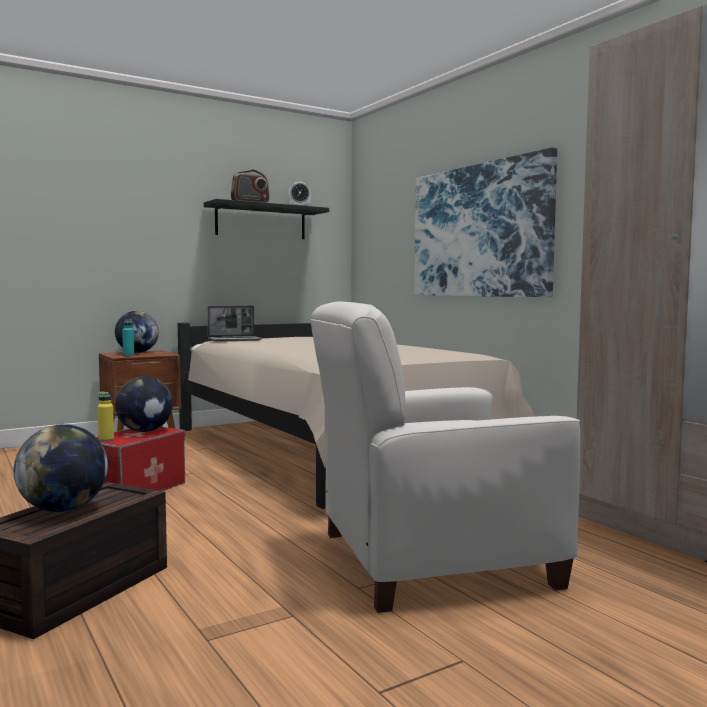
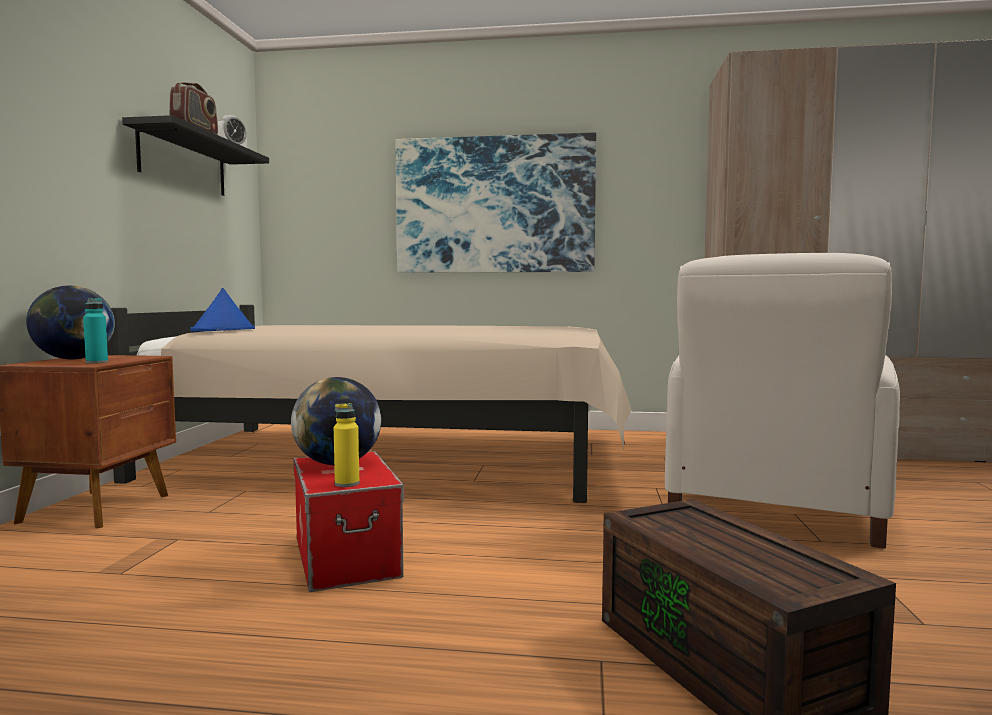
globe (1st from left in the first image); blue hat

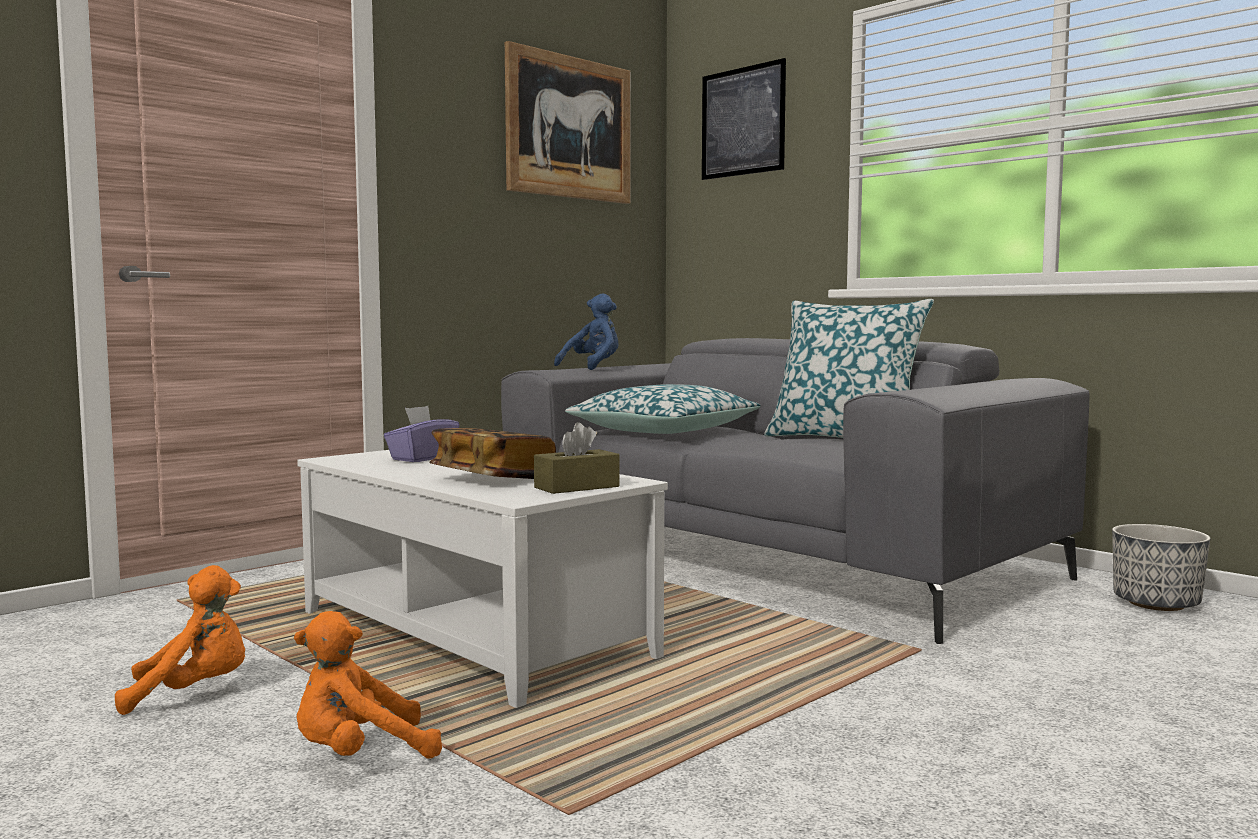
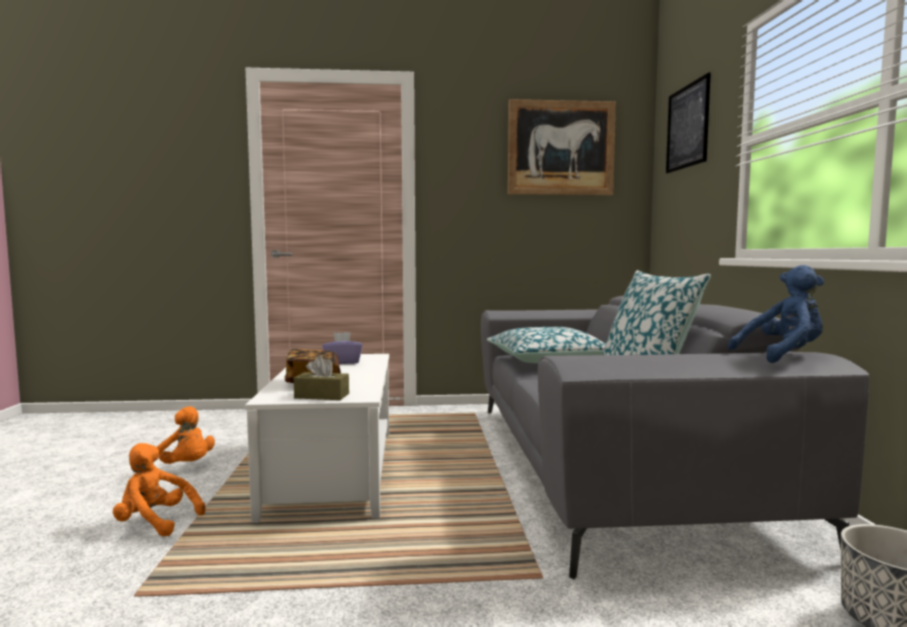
blue plush toy

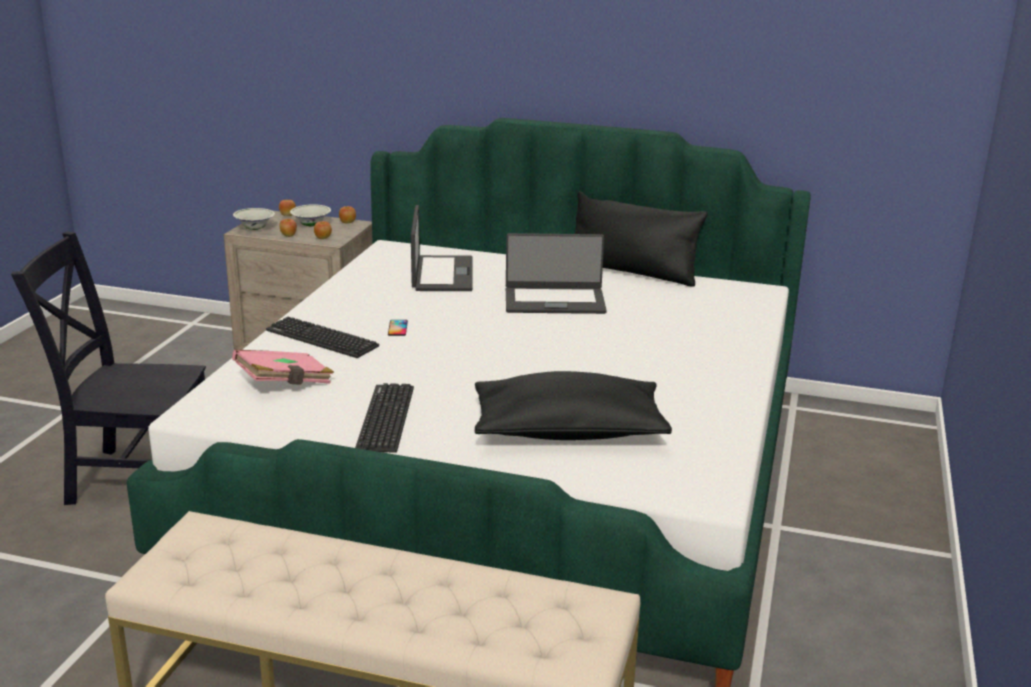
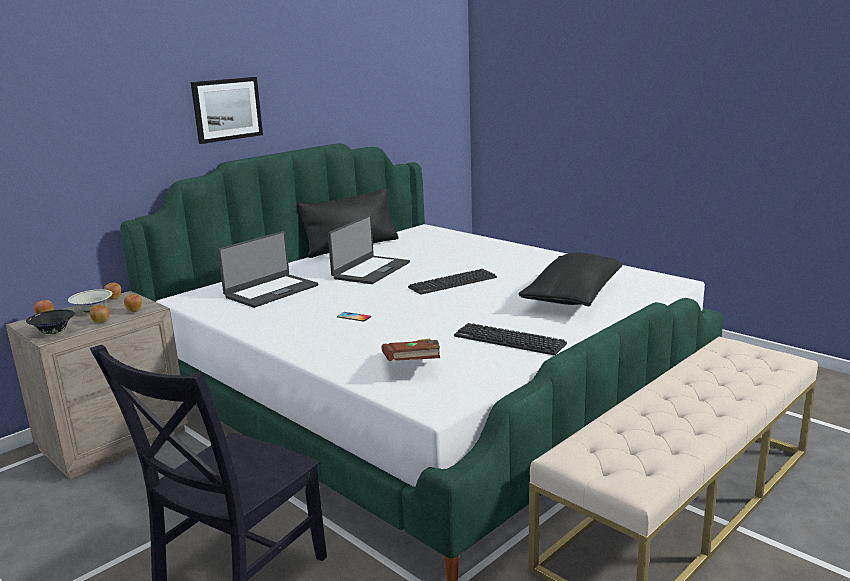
picture; keyboard (1st from left); brown book; black bowl; laptop (1st from left)

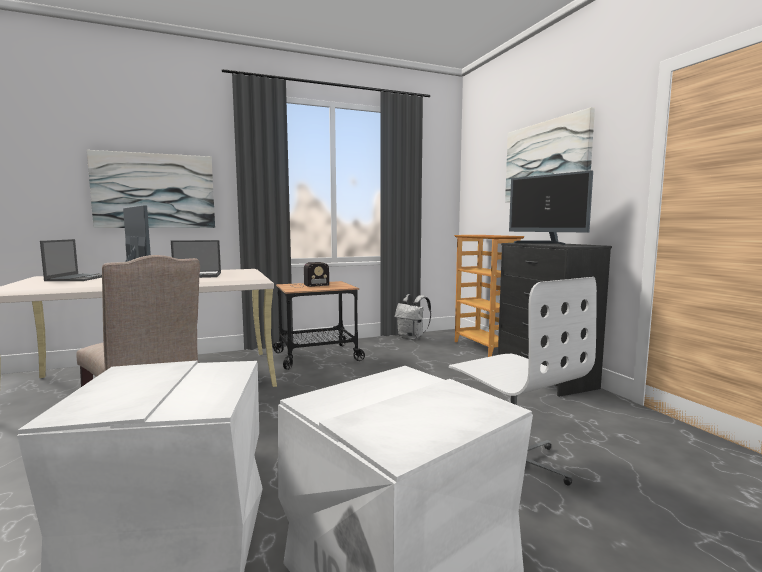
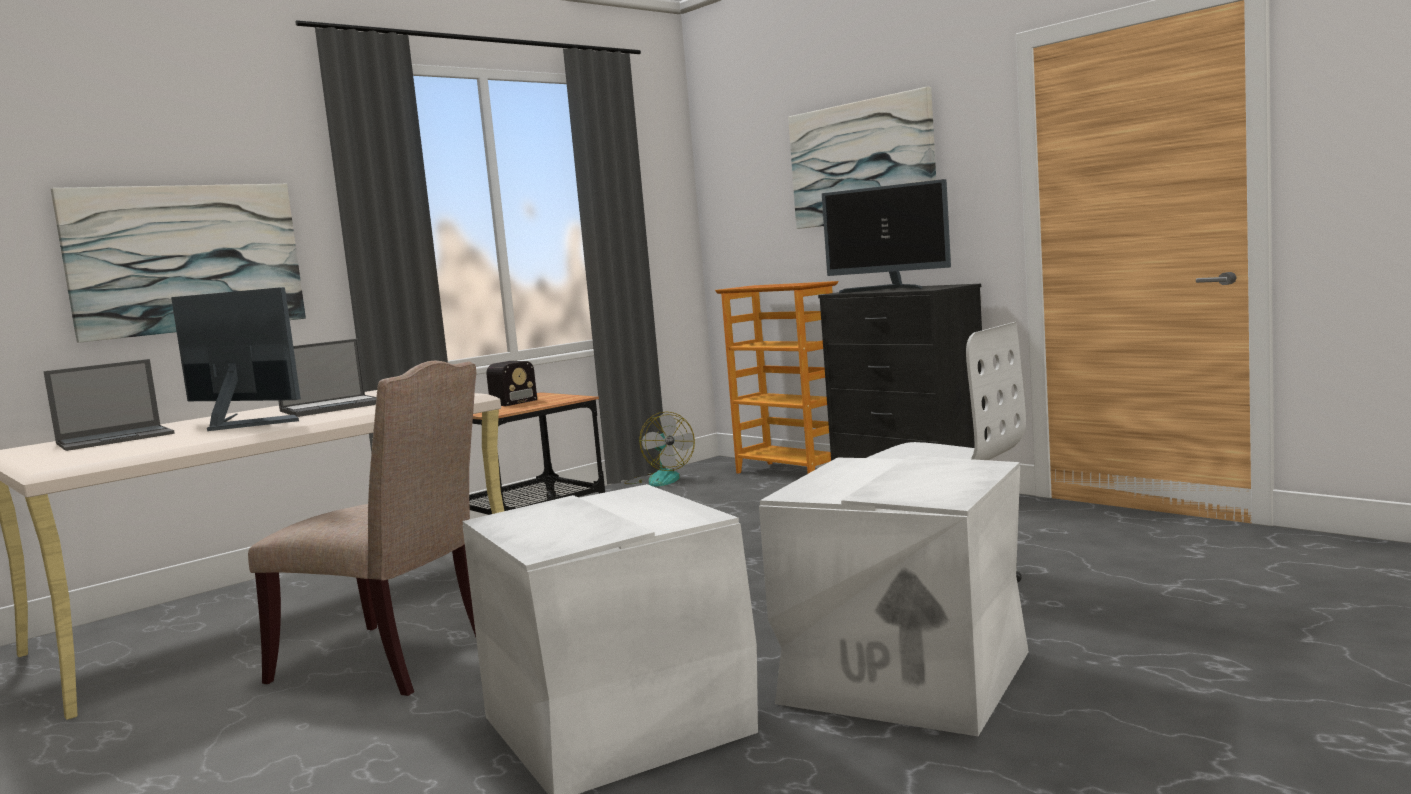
fan; laptop (1st from left)

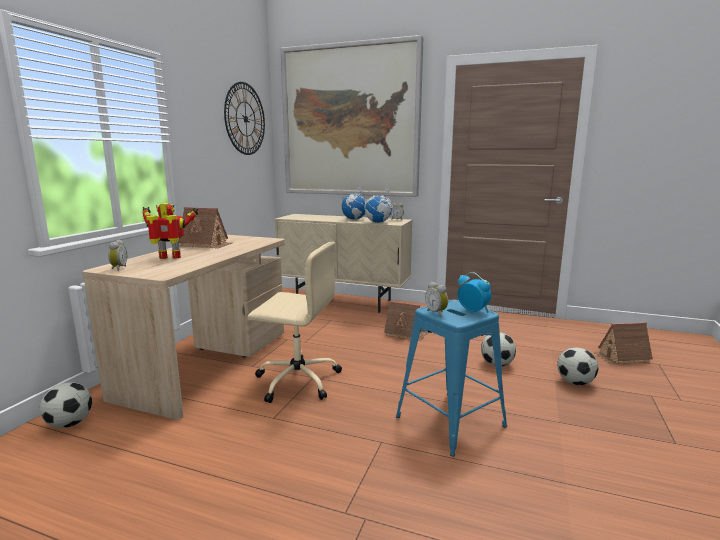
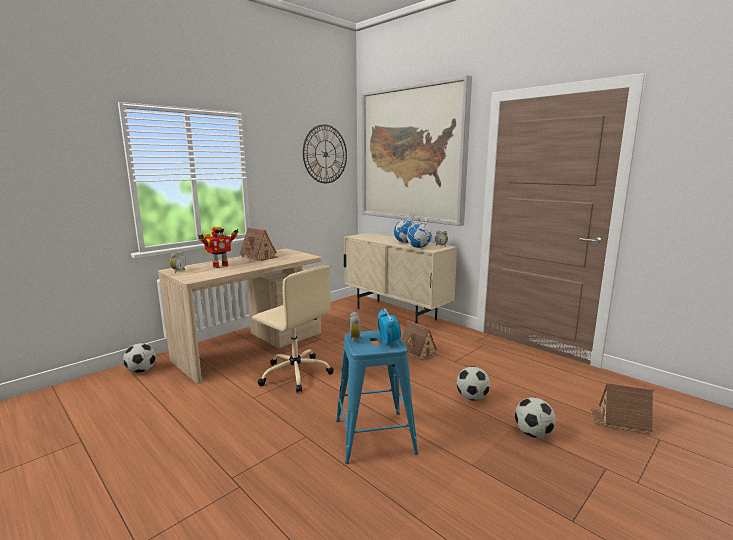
toy robot

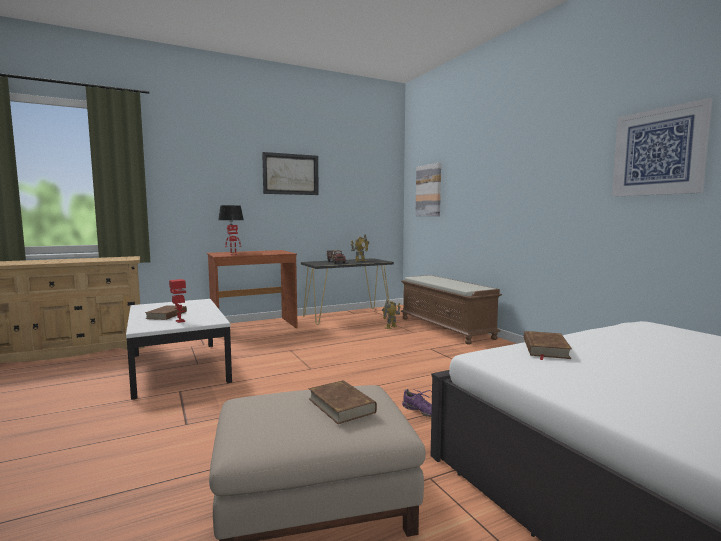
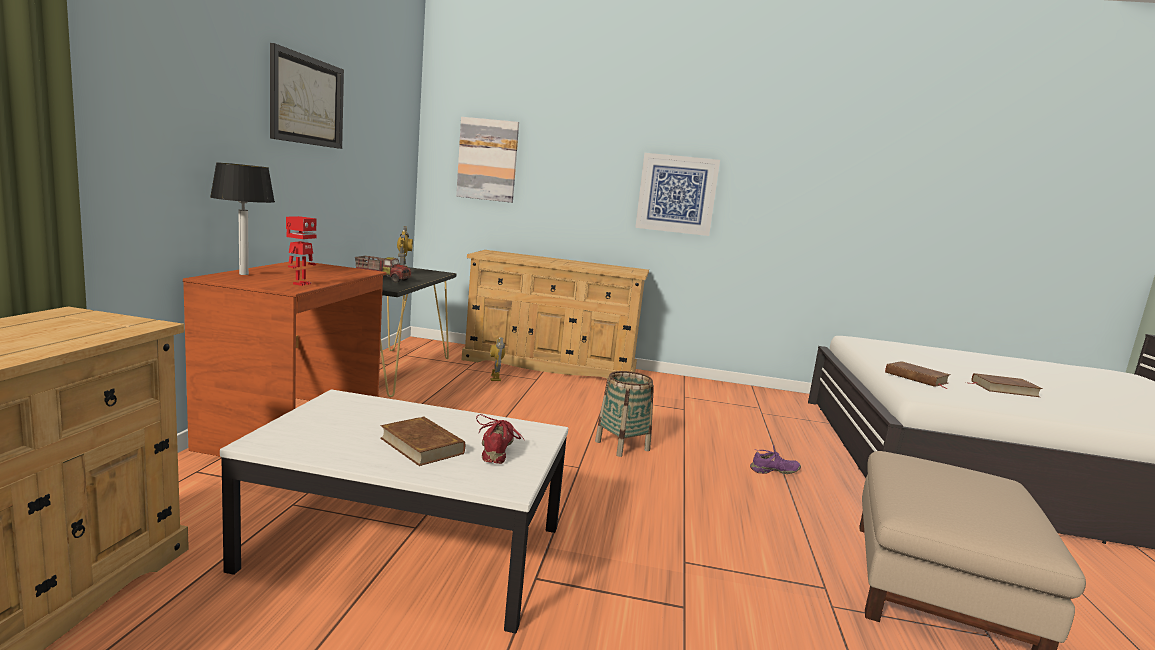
basket; brown book (3rd from left); picture (3rd from left); red shoe; beige dresser (2nd from left)

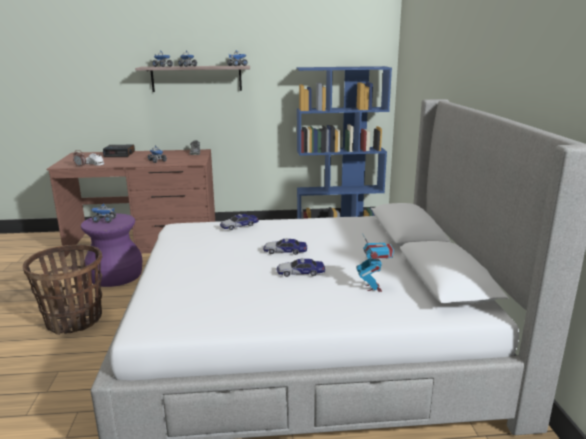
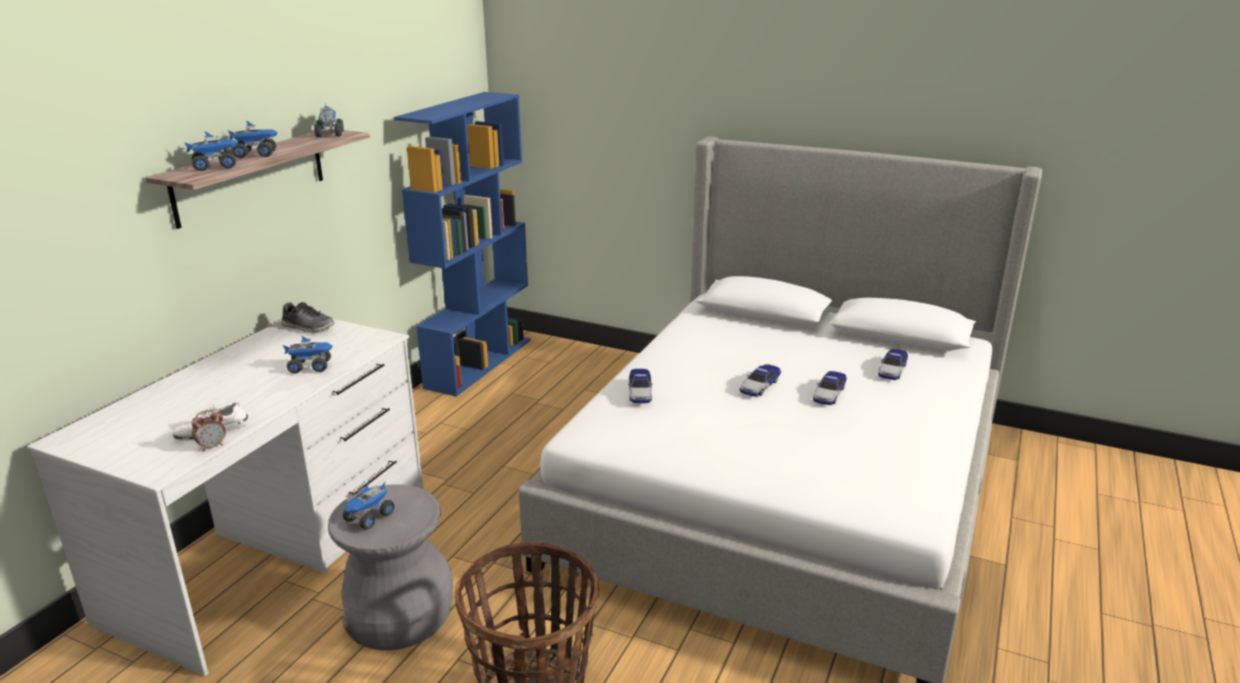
alarm clock (2nd from left in the first image); toy car (4th from left); white desk; grey stool

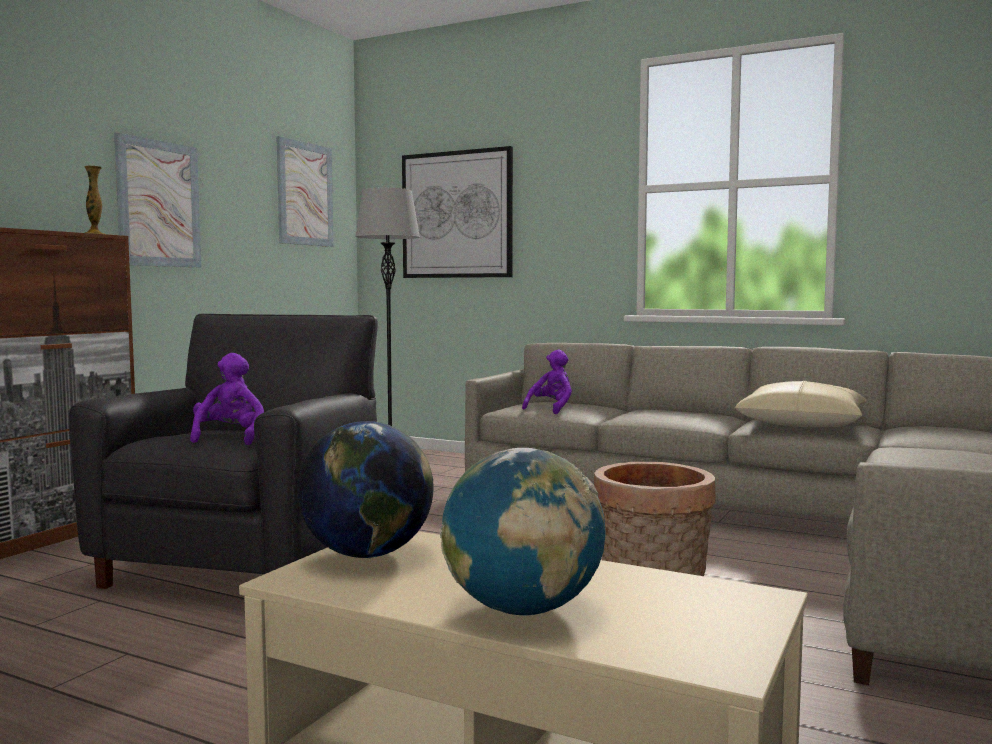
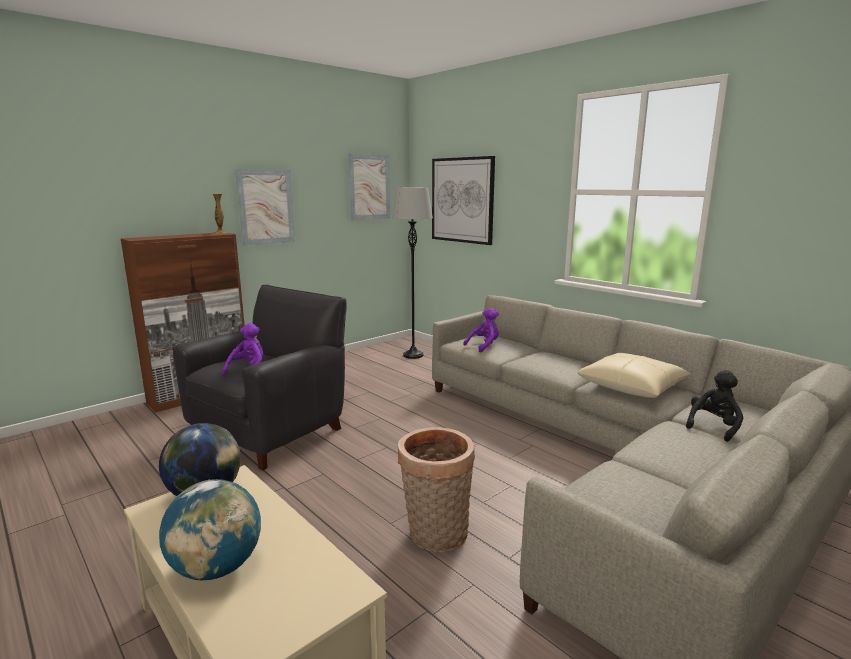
black plush toy

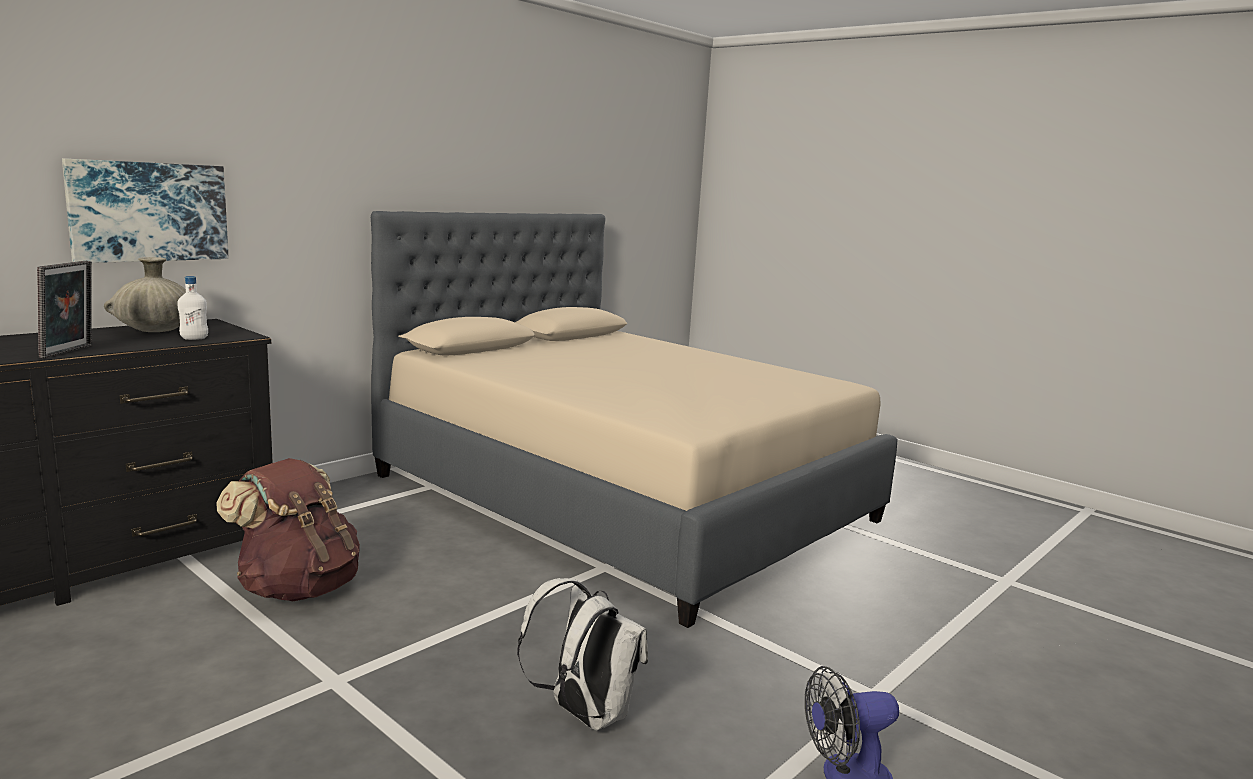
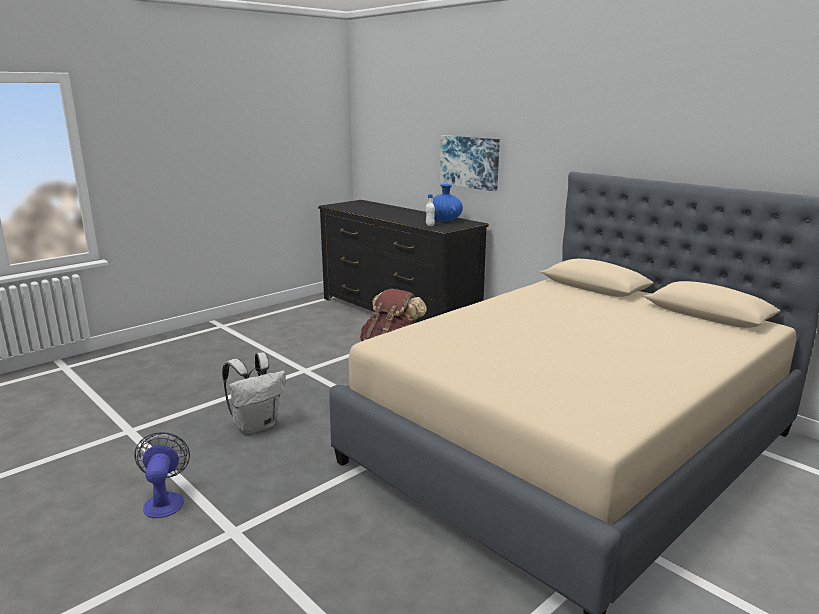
picture frame; blue vase

